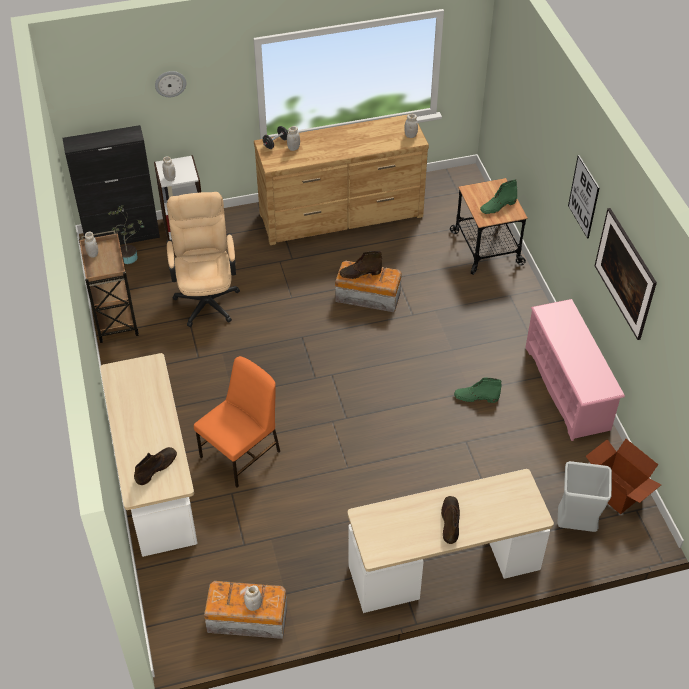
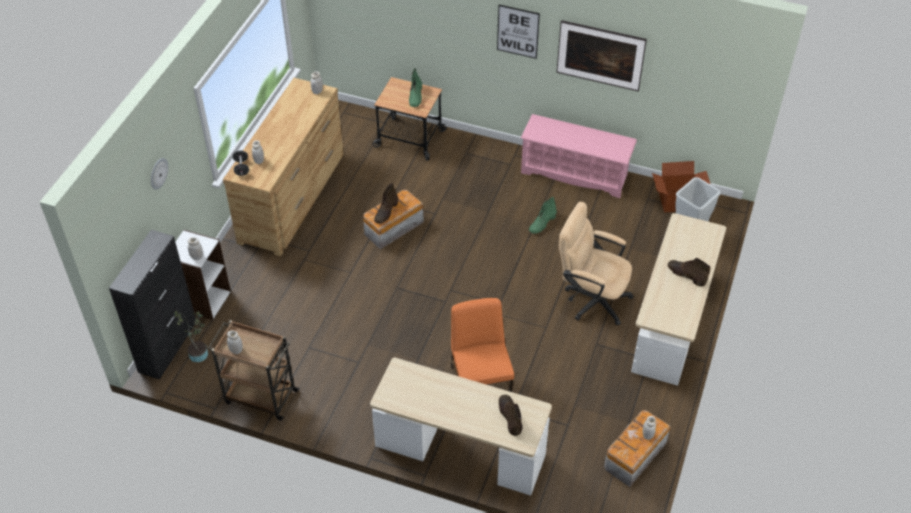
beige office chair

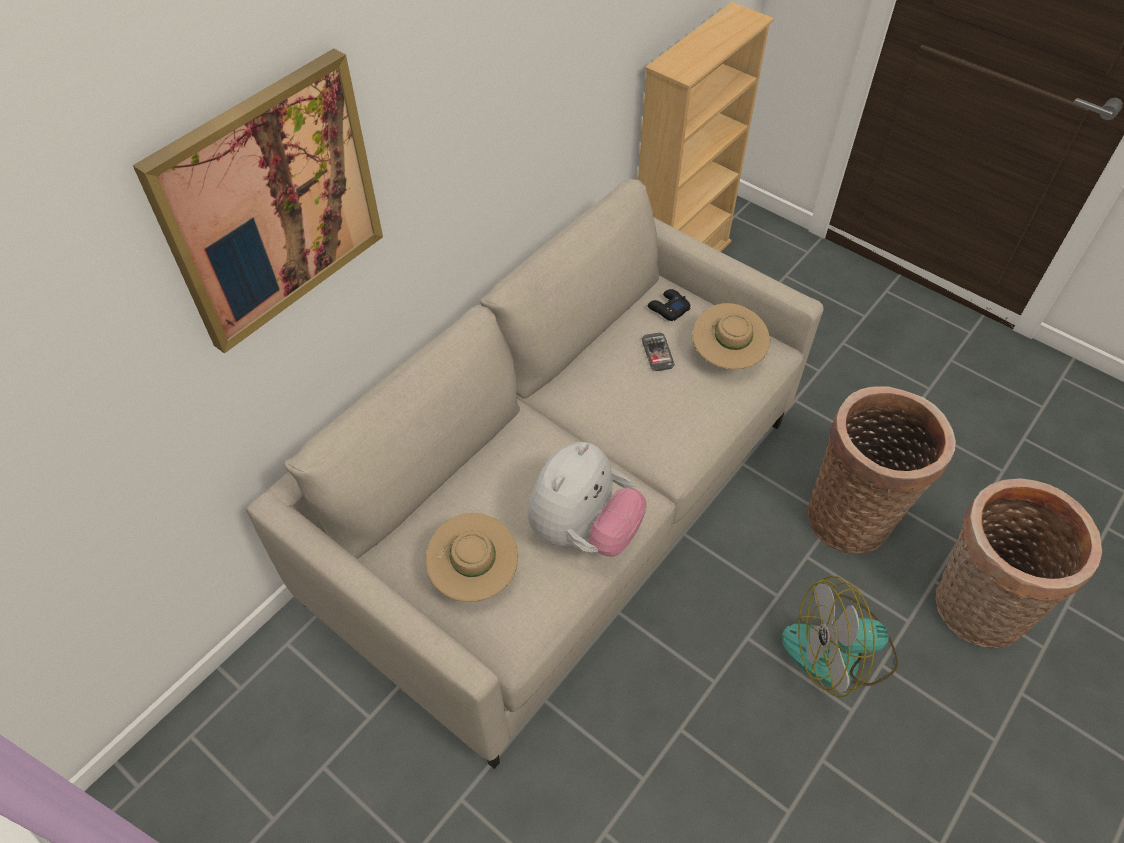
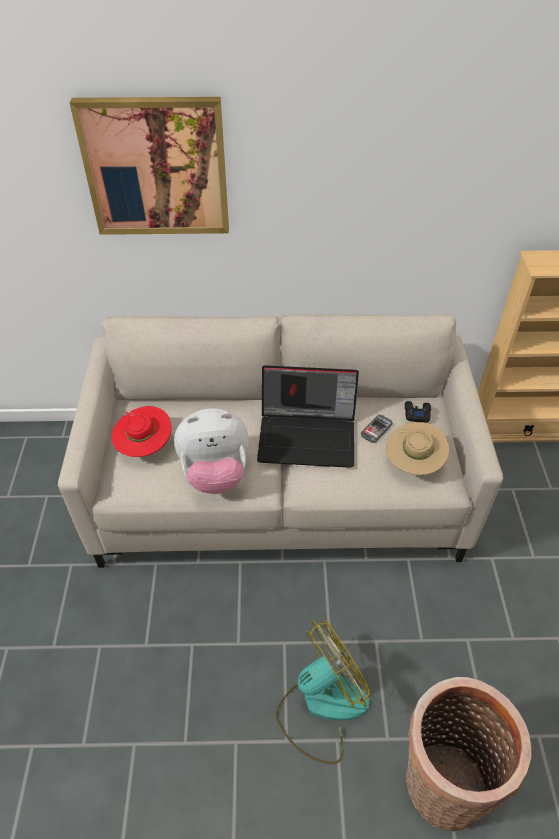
basket (1st from left in the first image); laptop; red hat; fan

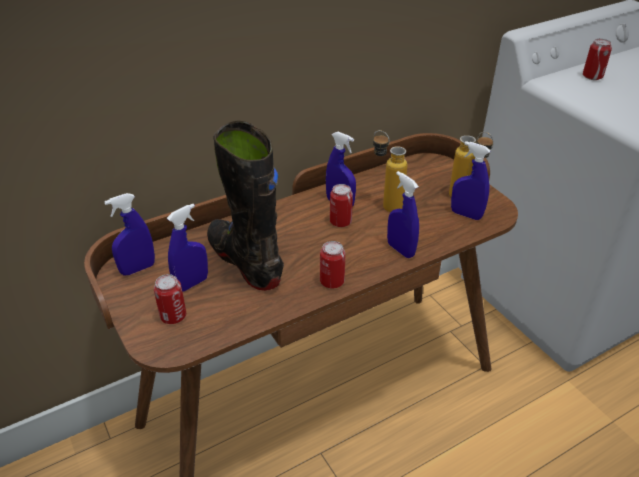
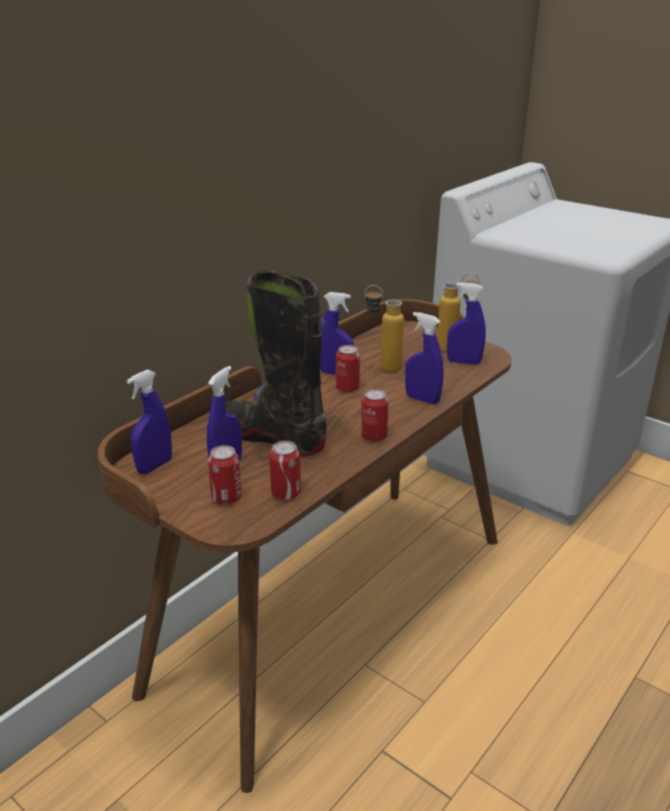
can (2nd from left)

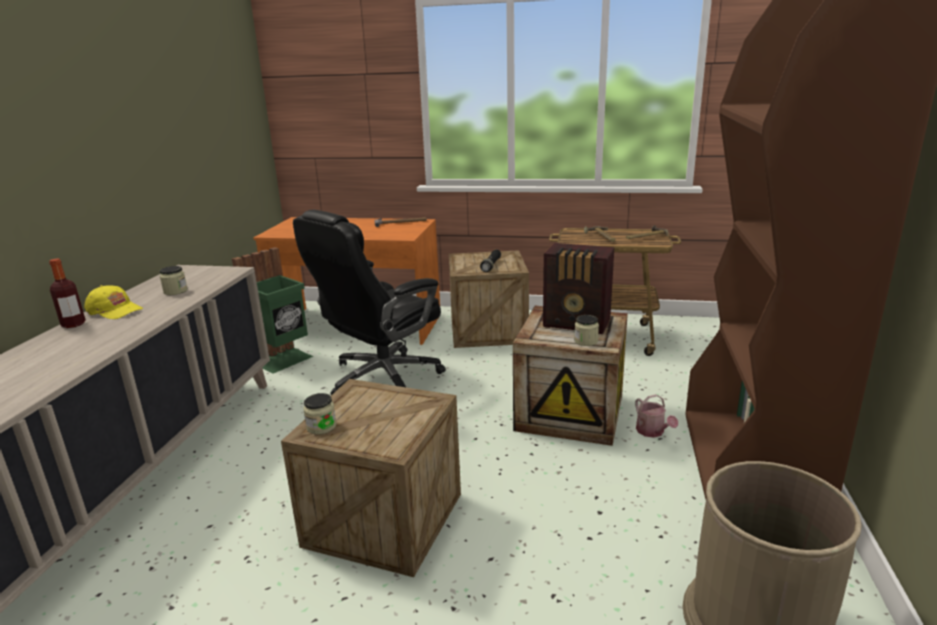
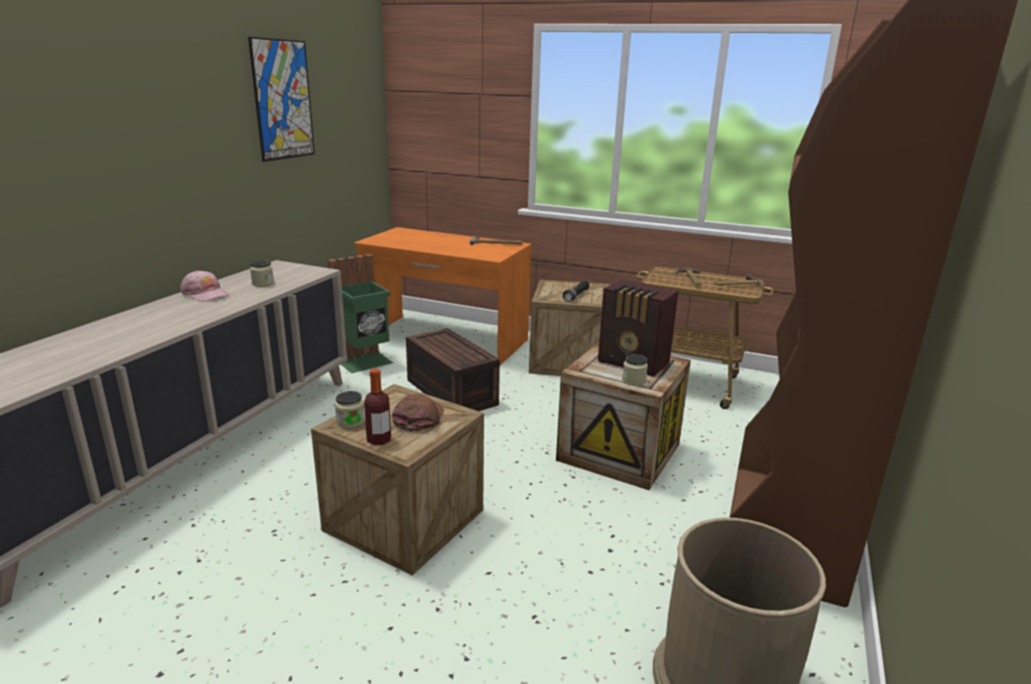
watering can; picture; brown cap; bottle; brown storage box; pink cap

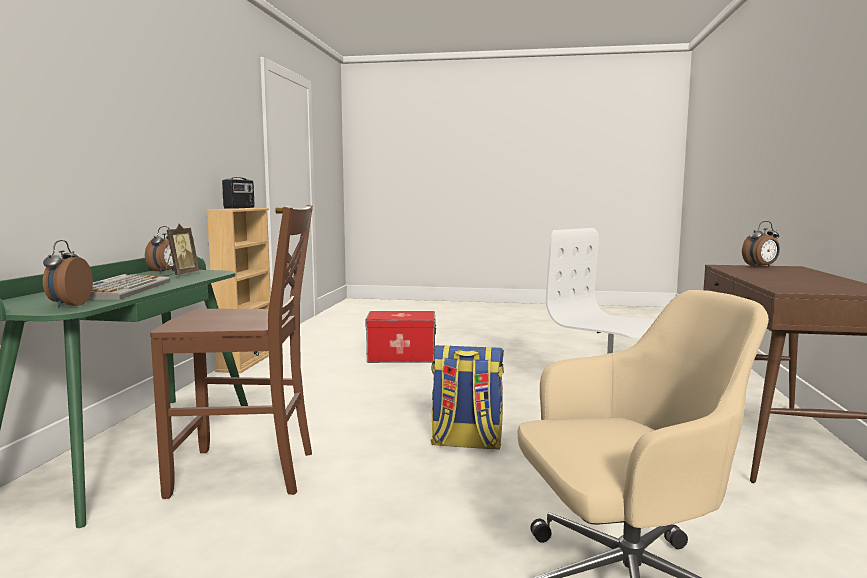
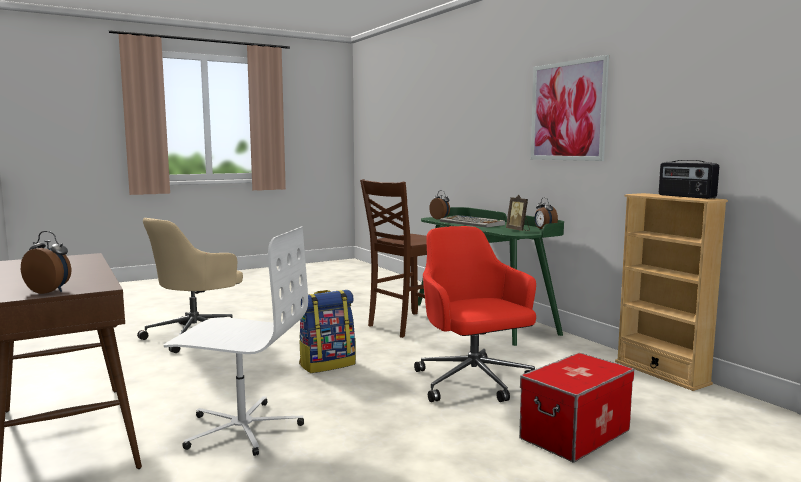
red office chair; picture; alarm clock (1st from left)

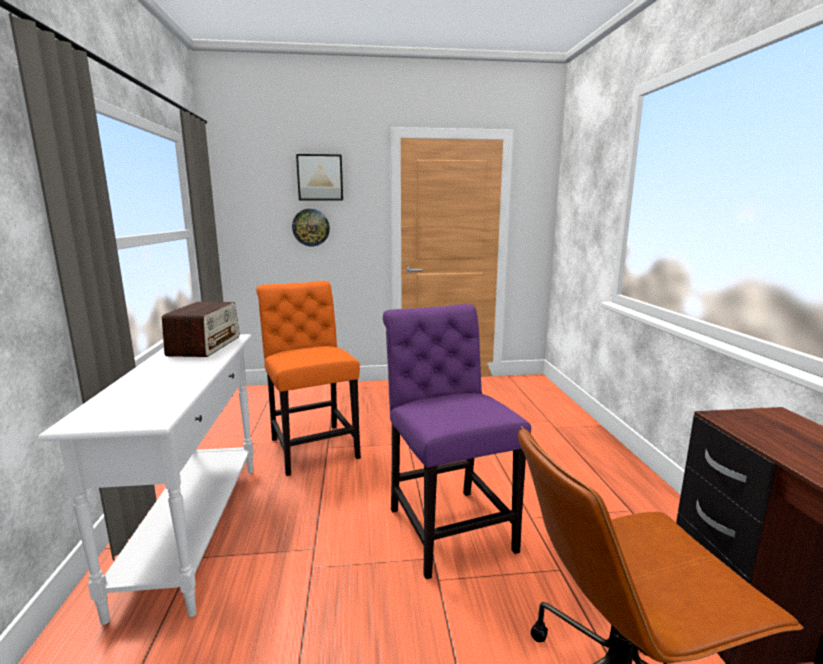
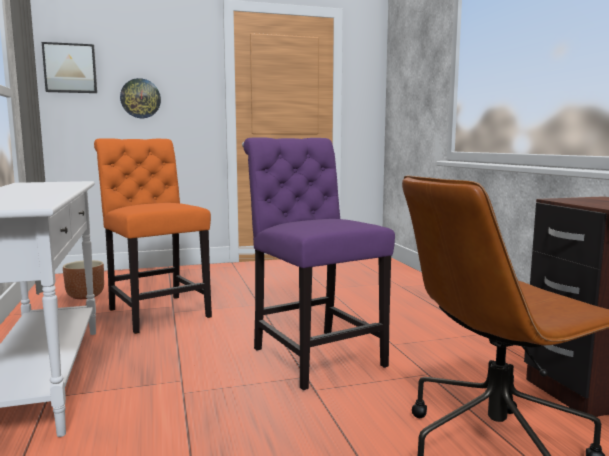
radio; brown planter; picture

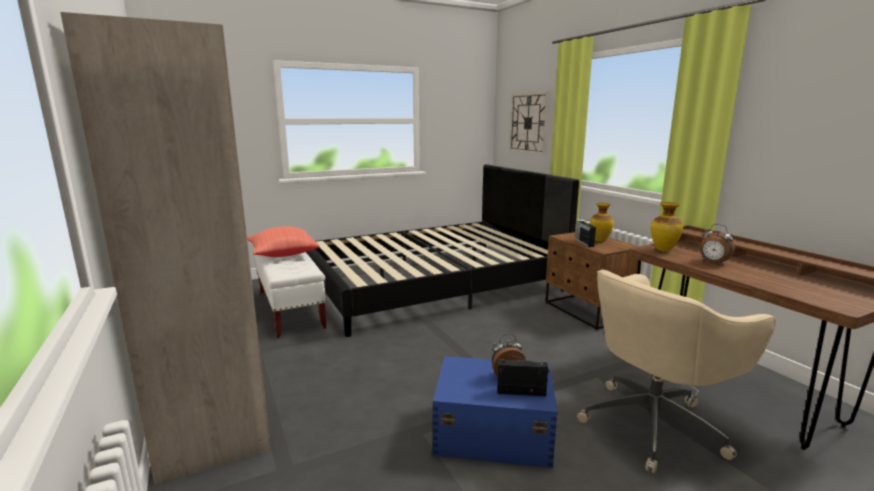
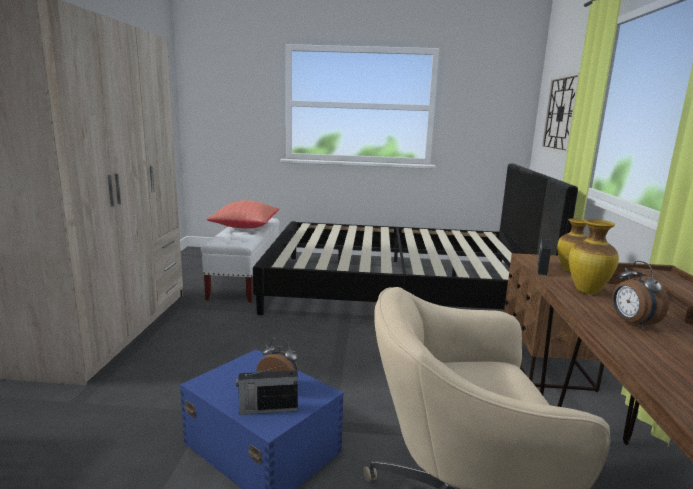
radio (1st from left)

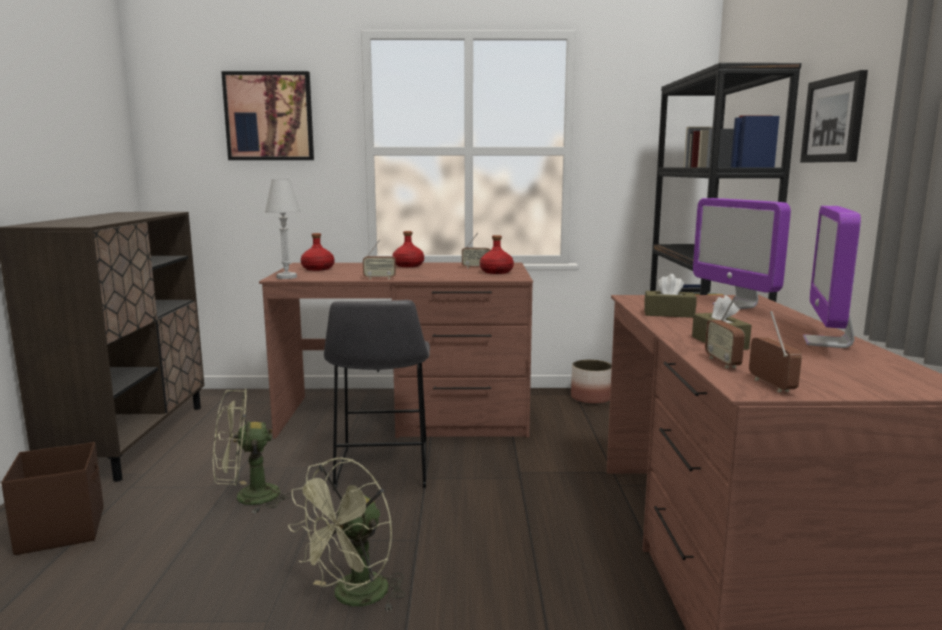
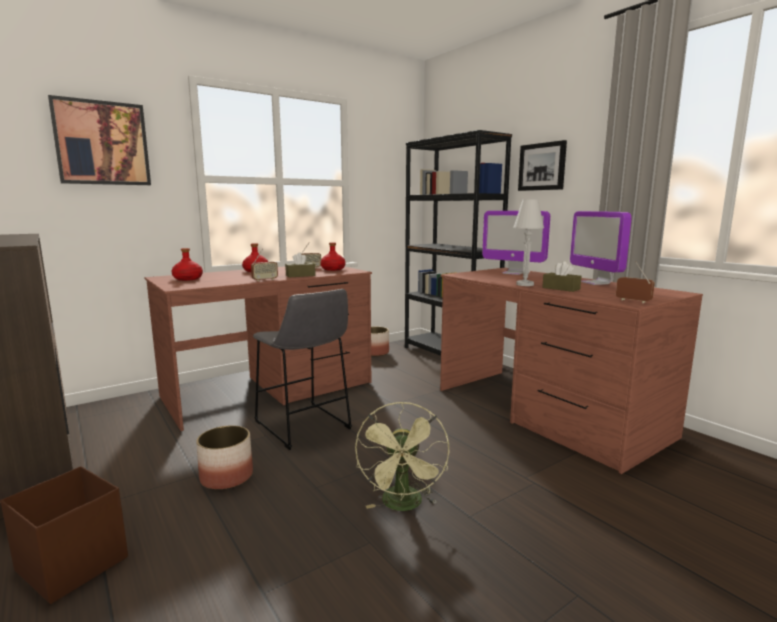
radio (3rd from left in the first image); white table lamp; brown tissue box (1st from left); planter (1st from left)

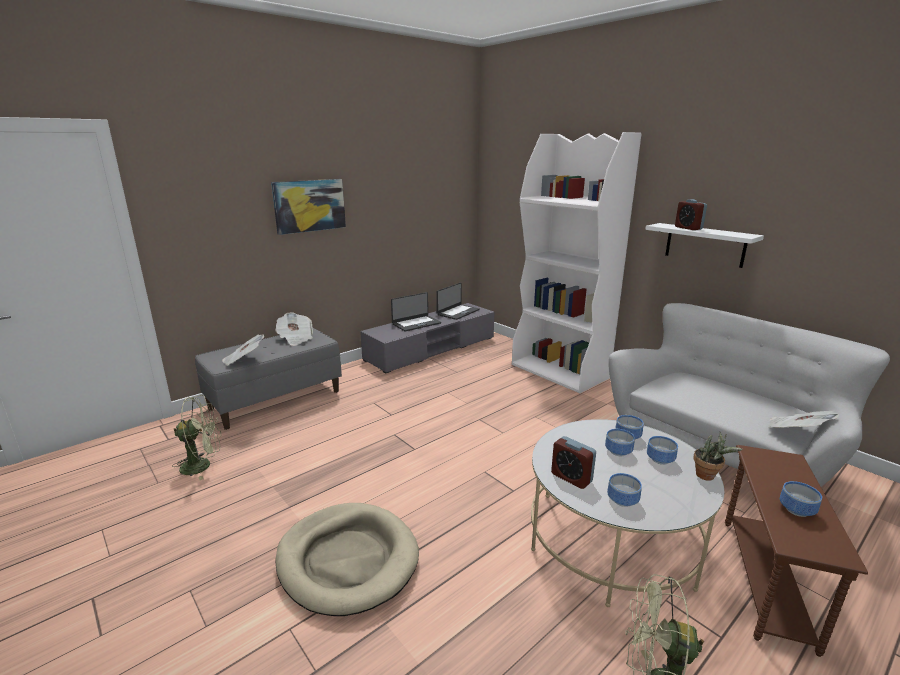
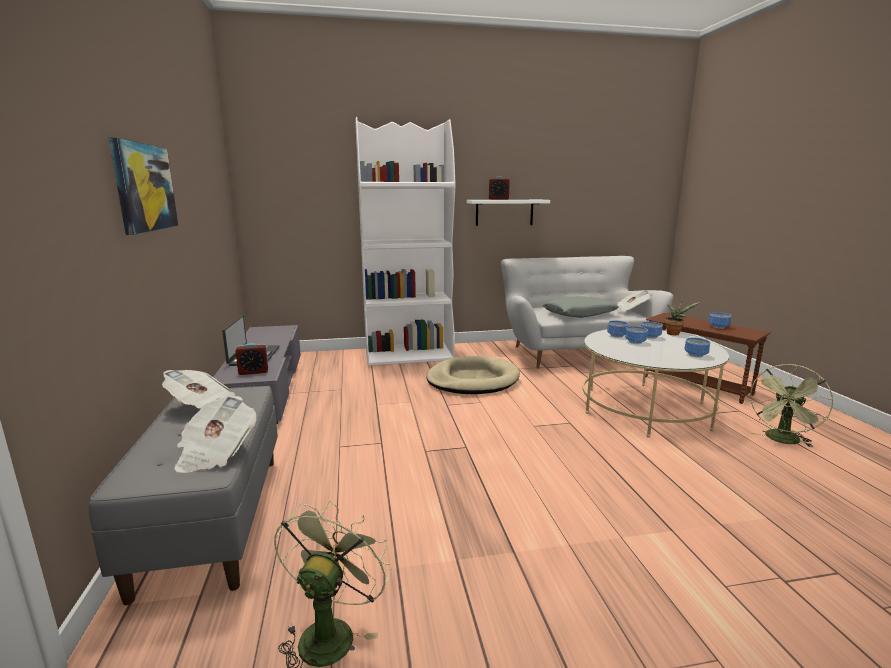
laptop (2nd from left in the first image); grey pillow; beige dog bed; alarm clock (1st from left)

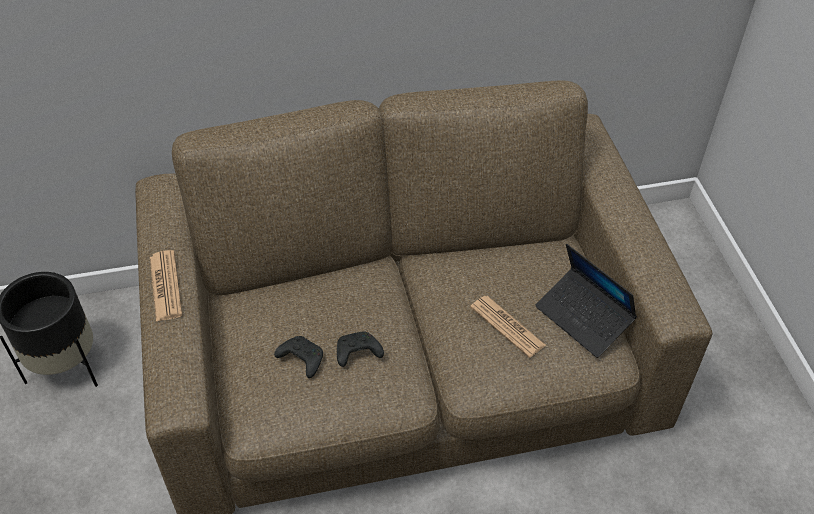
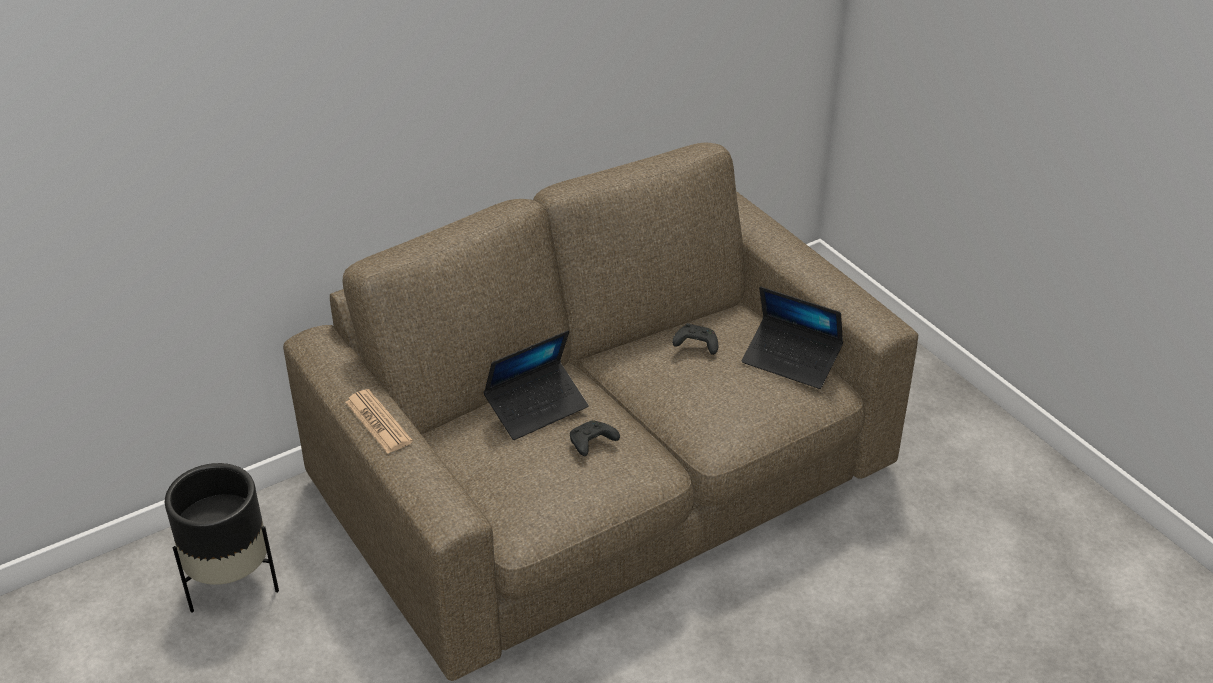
newspaper (2nd from left in the first image); laptop (1st from left); black game controller (2nd from left)

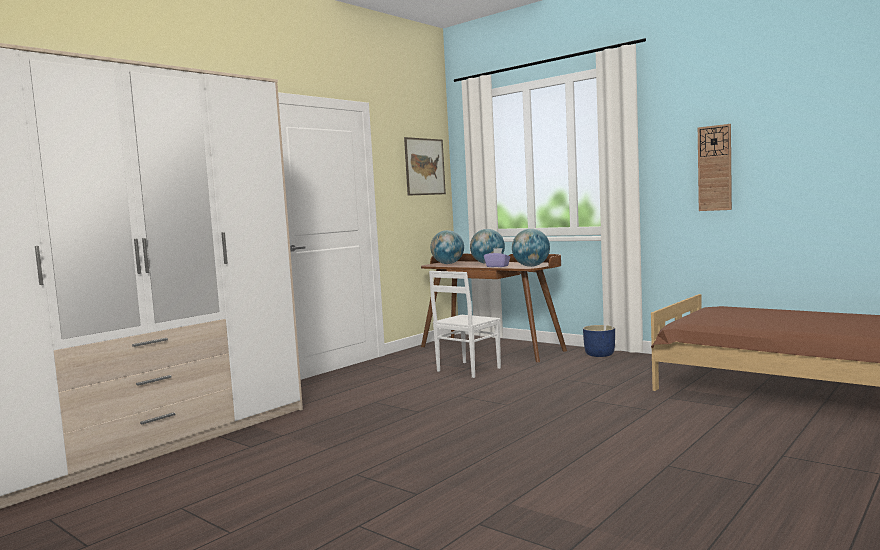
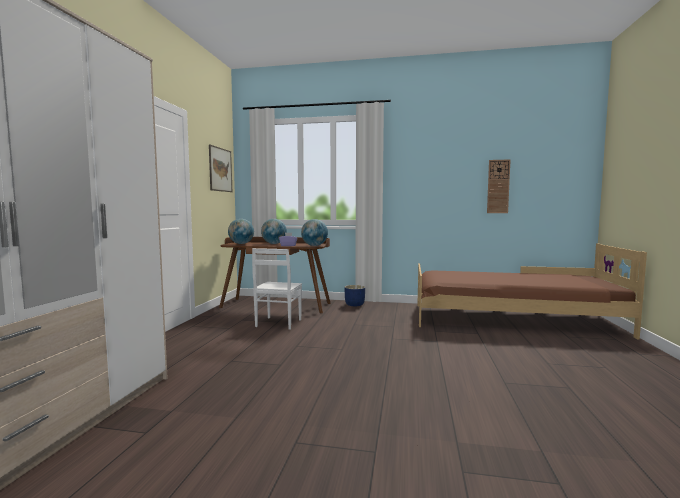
wall clock

